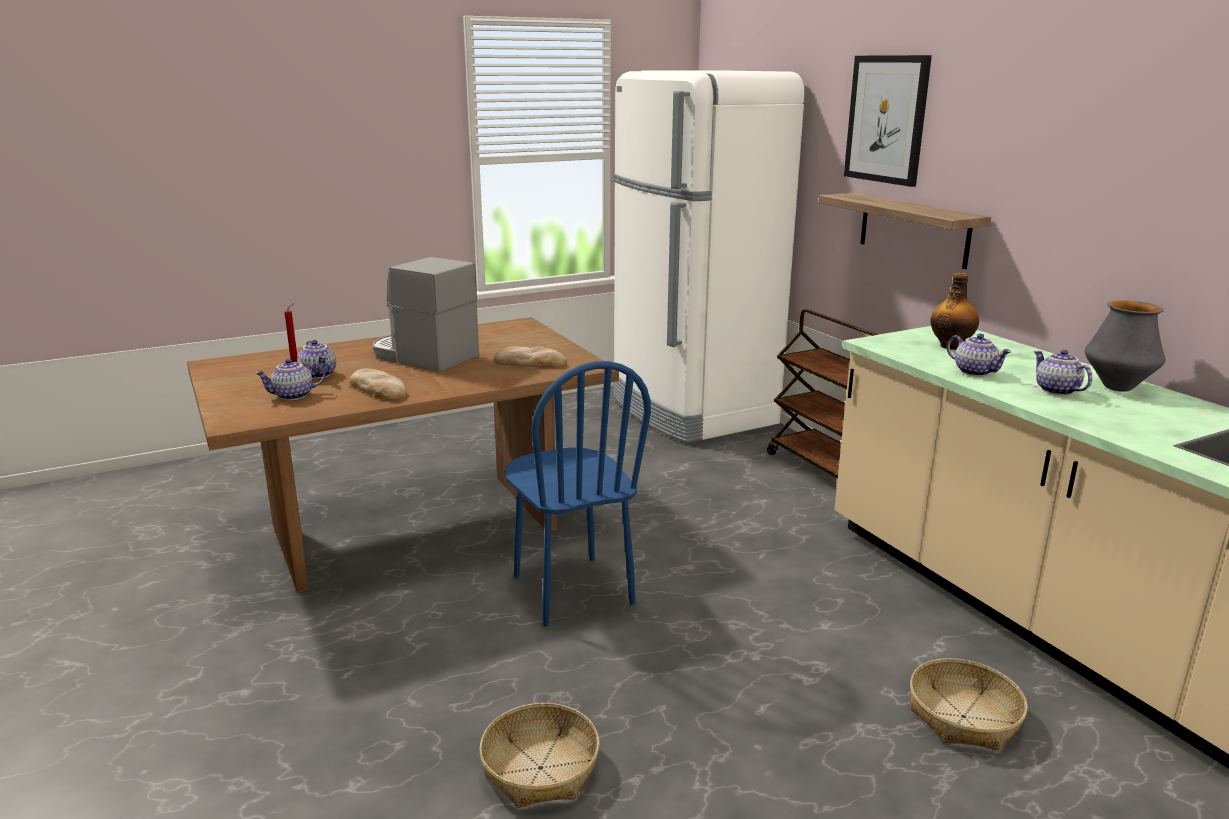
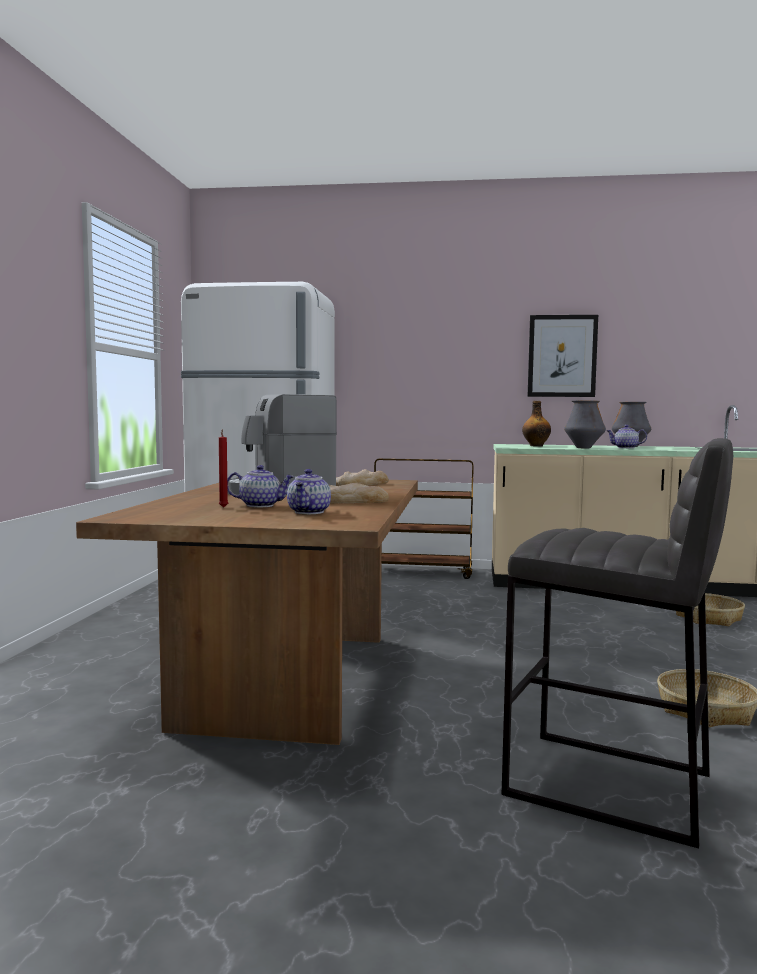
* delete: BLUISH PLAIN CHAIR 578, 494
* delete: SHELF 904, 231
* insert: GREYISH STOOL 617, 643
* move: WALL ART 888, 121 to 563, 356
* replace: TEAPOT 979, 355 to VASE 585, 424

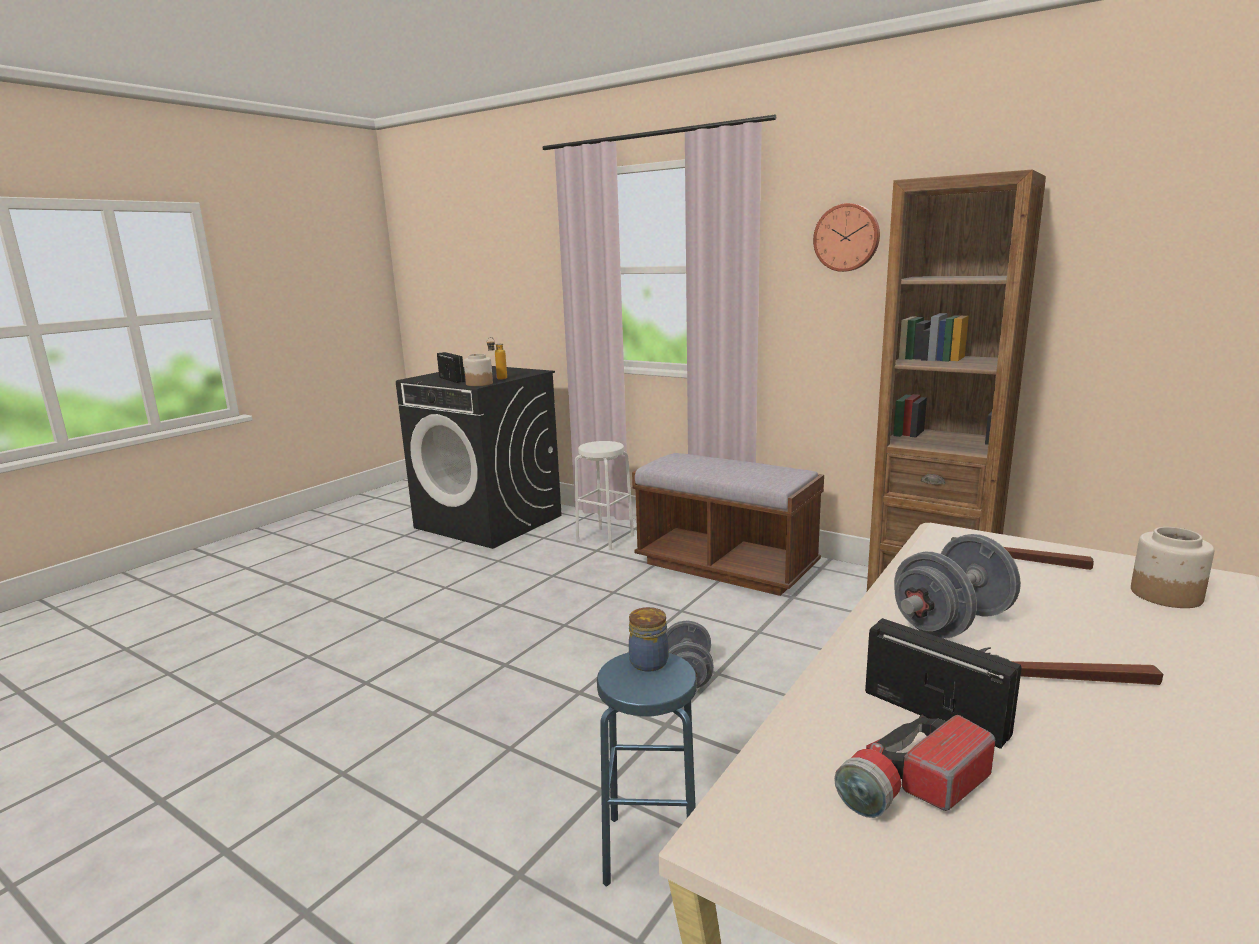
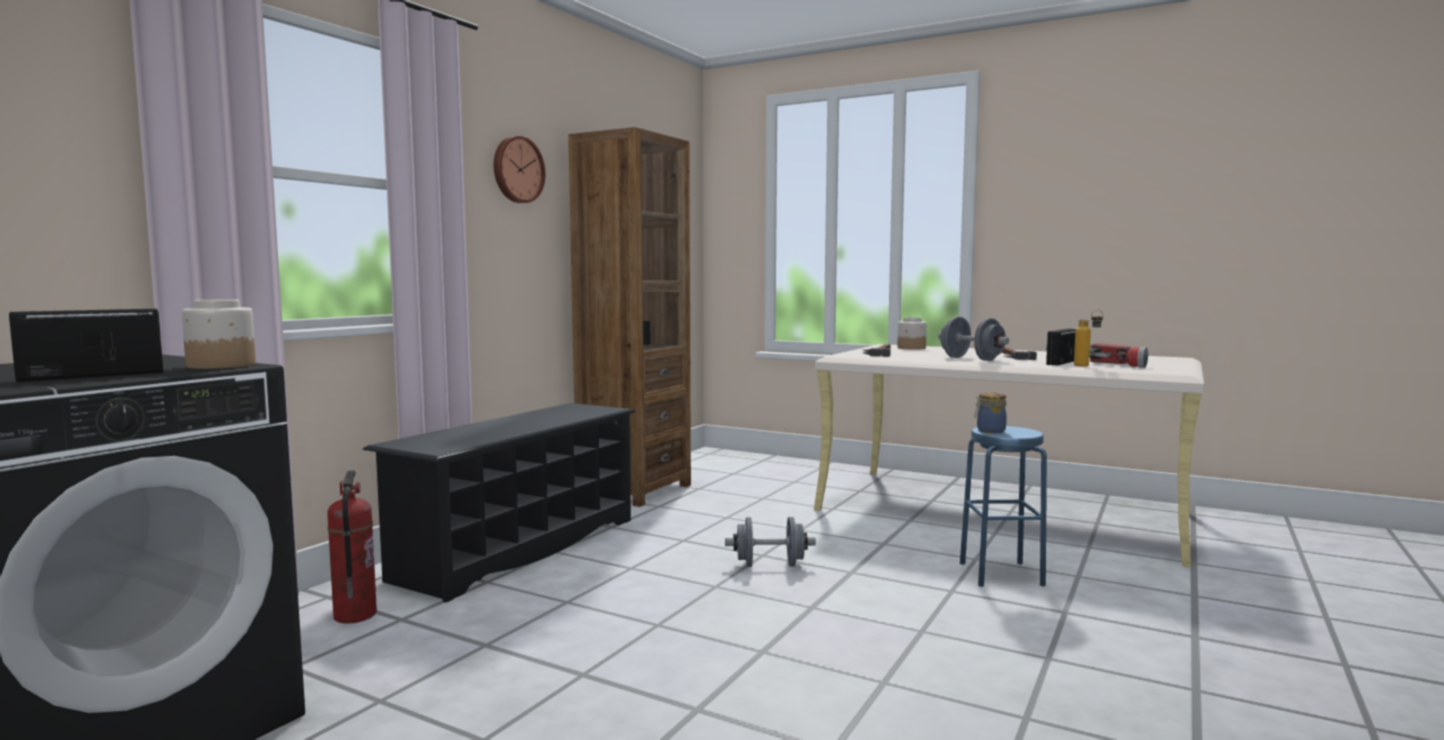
* move: BEVERAGE BOTTLE 497, 358 to 1089, 338
* replace: WHITISH STOOL 604, 495 to FIRE EXTINGUISHER 352, 547
* replace: BROWN INDOOR BENCH 728, 524 to BLACK-COLOURED SHOE SHELF 499, 502

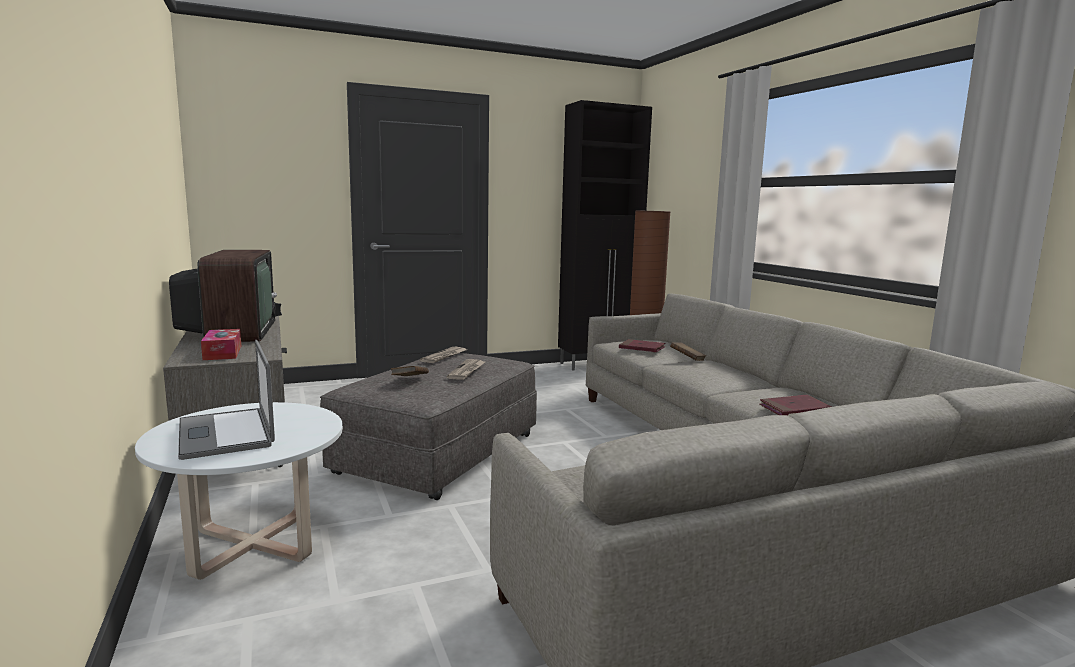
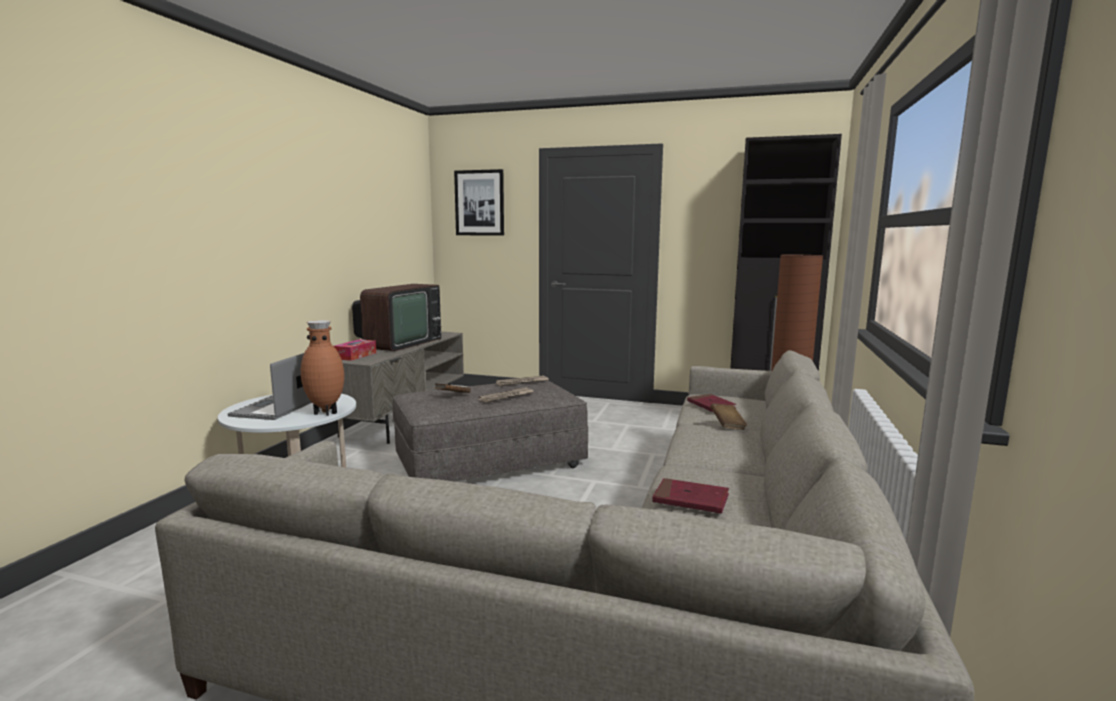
* insert: BROWN VASE 322, 368
* insert: WALL ART 479, 202

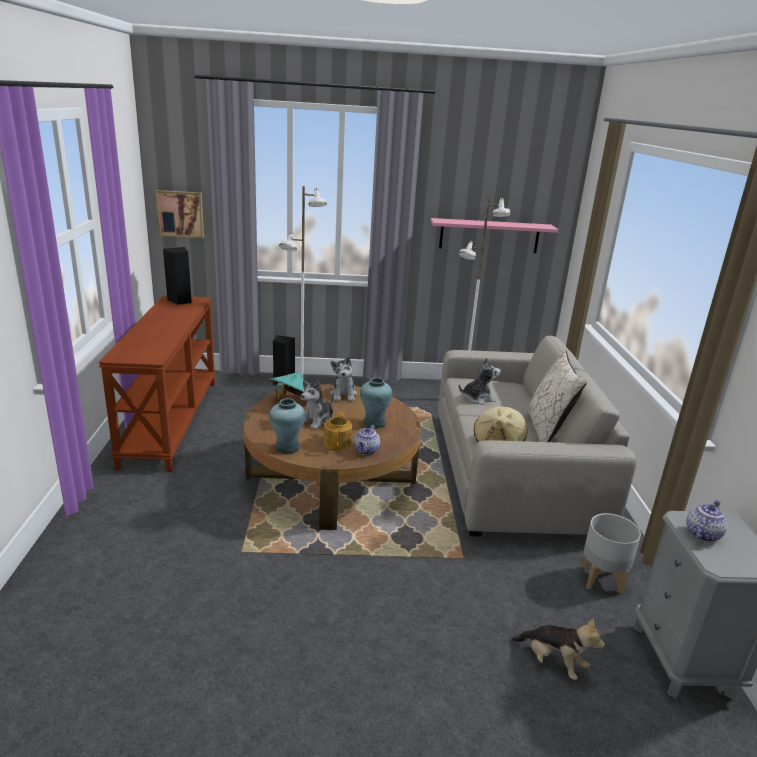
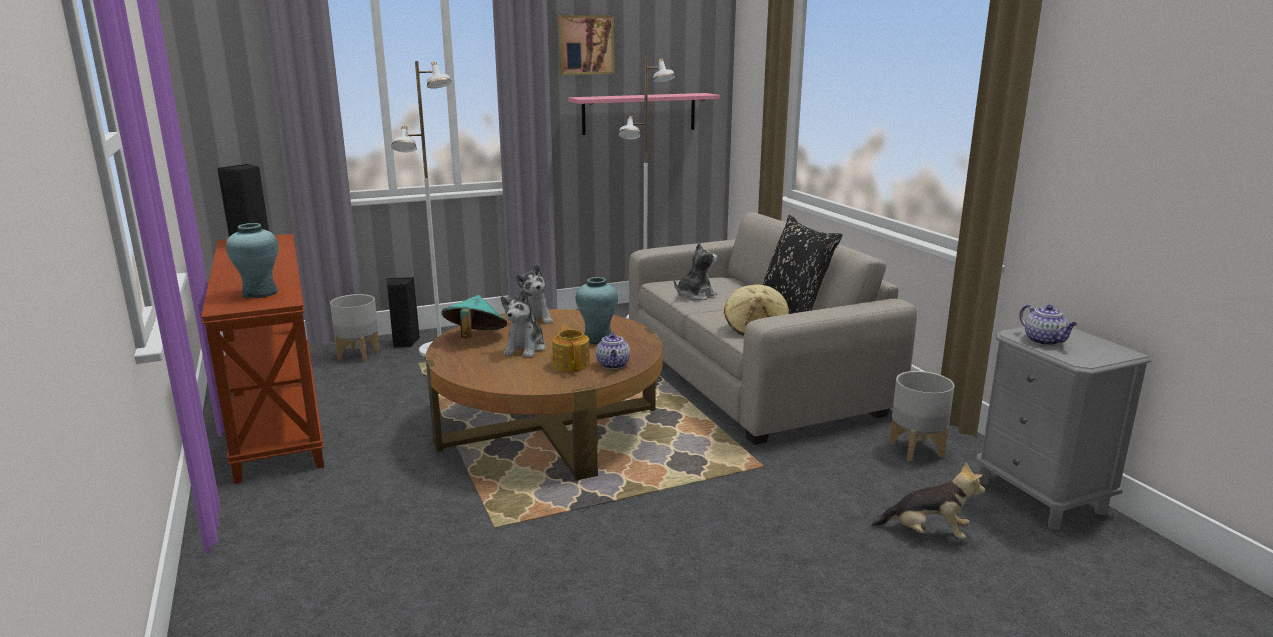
* insert: GREYISH PLANTER 355, 328
* move: WALL ART 179, 214 to 586, 45
* move: TURQUOISE VASE 287, 426 to 252, 260
* recolor: BEIGE-COLOURED THROW PILLOW 557, 396 to BLACK-COLOURED THROW PILLOW 802, 264
* rotate: TEAPOT 706, 521 = 1048, 325 135 degrees clockwise

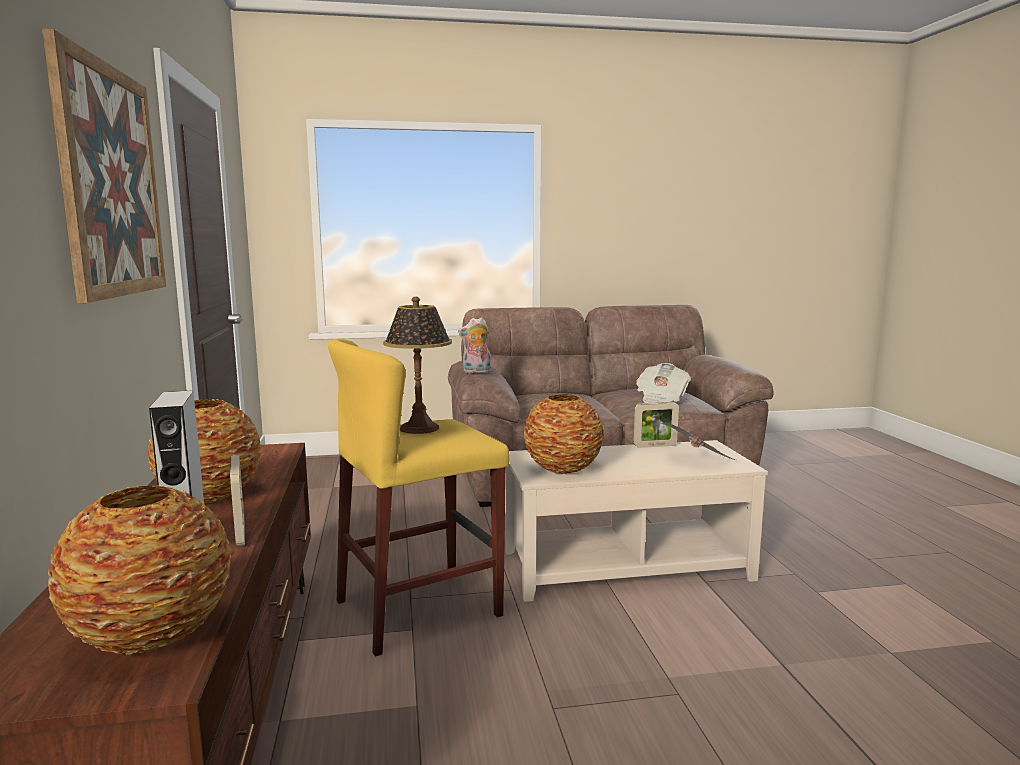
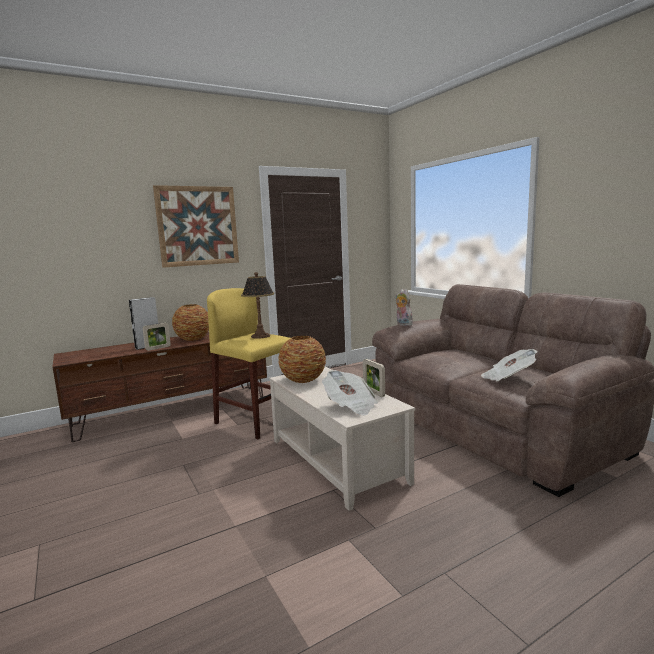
* delete: VASE 139, 570

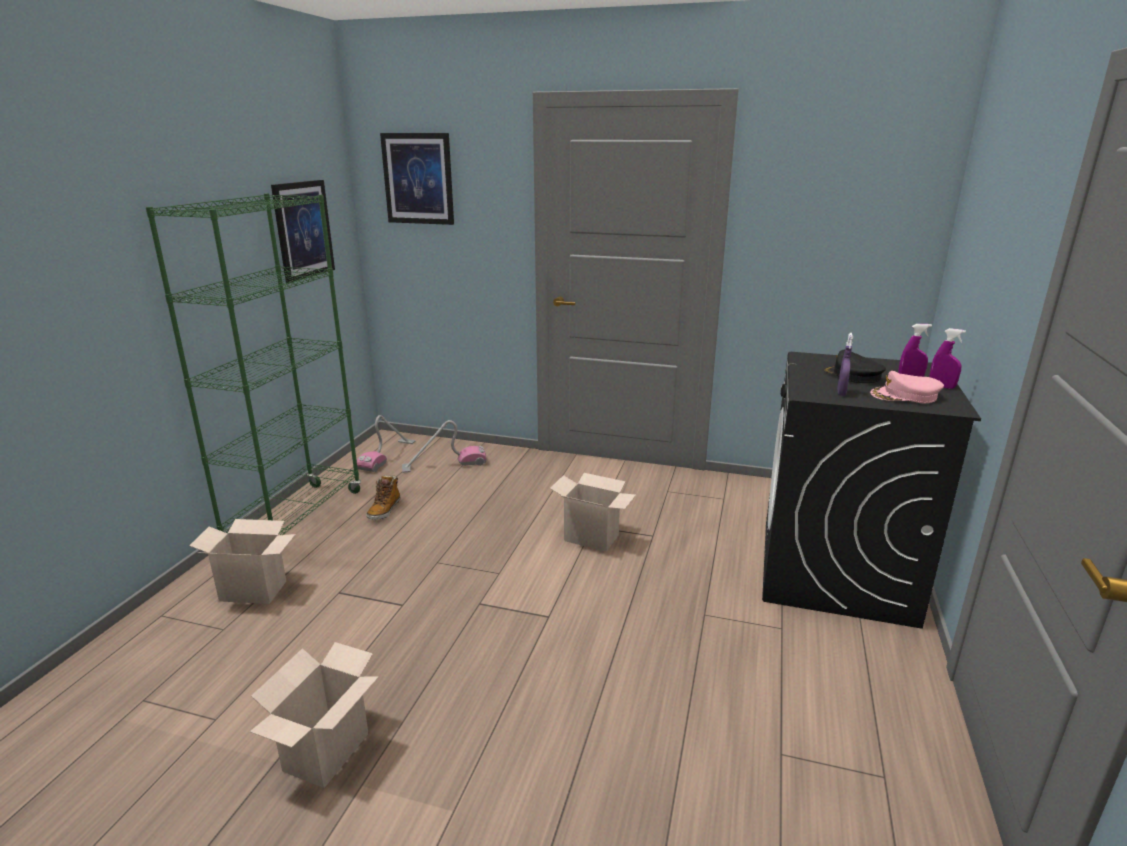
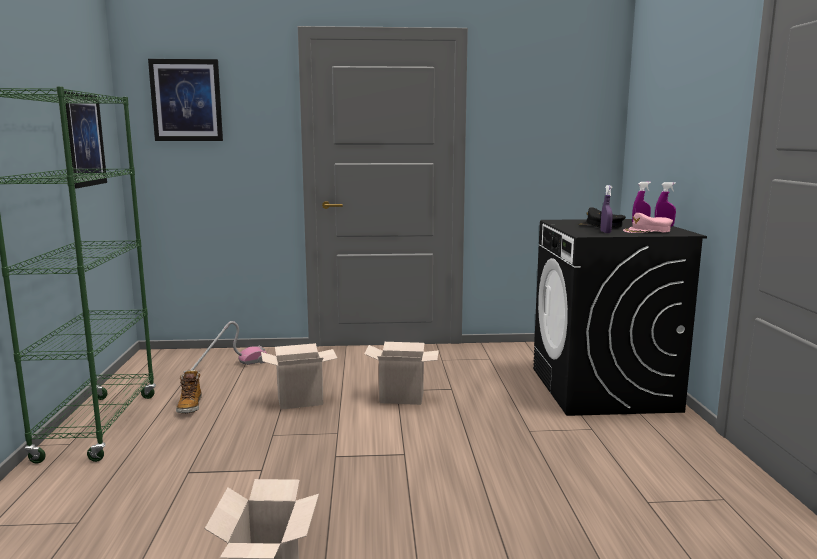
* delete: VACUUM CLEANER 386, 443
* move: PACKING BOX 242, 561 to 299, 376

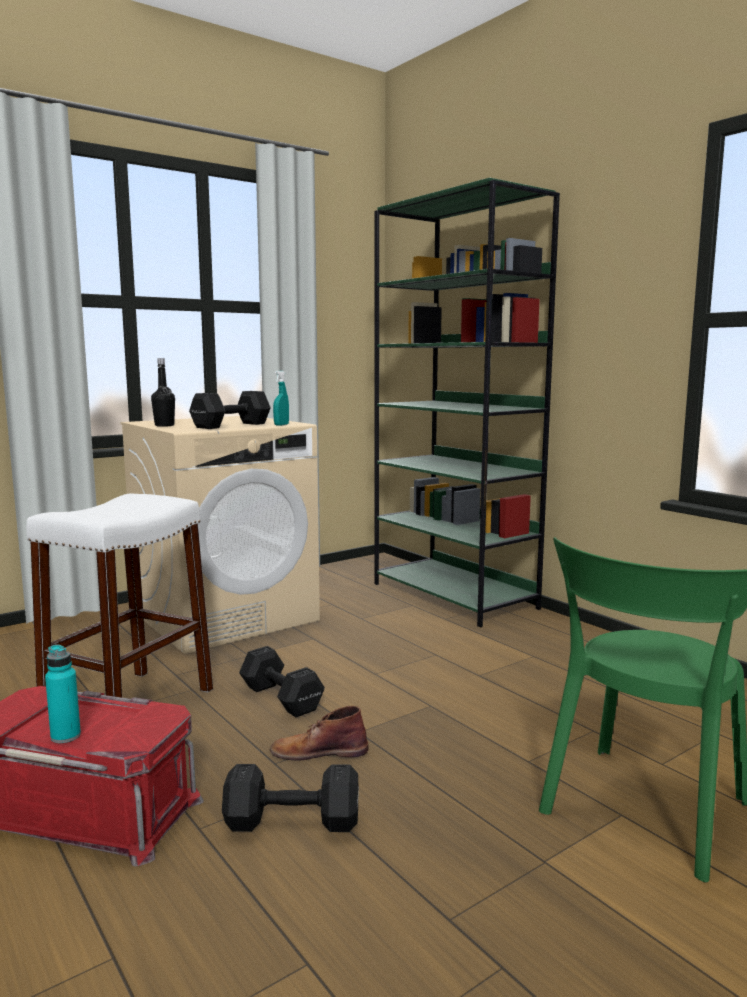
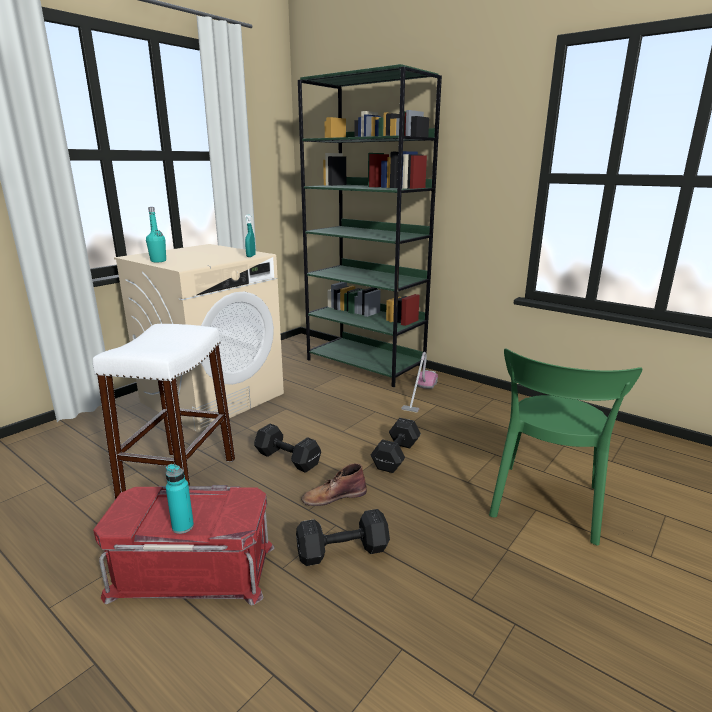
* insert: VACUUM CLEANER 419, 382
* move: BLACK-COLOURED DUMBBELL 230, 410 to 396, 445
* recolor: BLACK-COLOURED BEVERAGE BOTTLE 163, 392 to TURQUOISE BEVERAGE BOTTLE 156, 234

